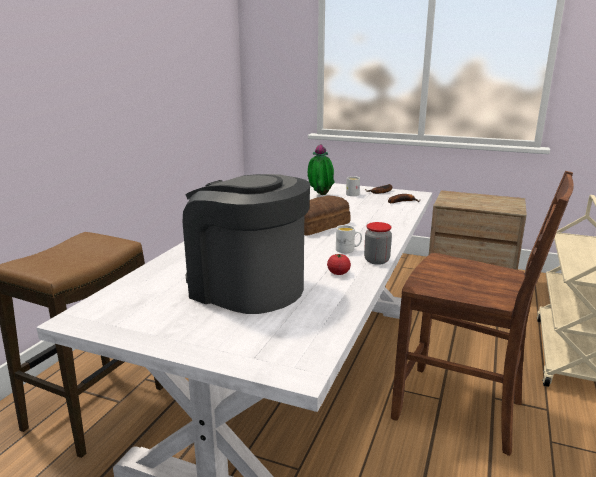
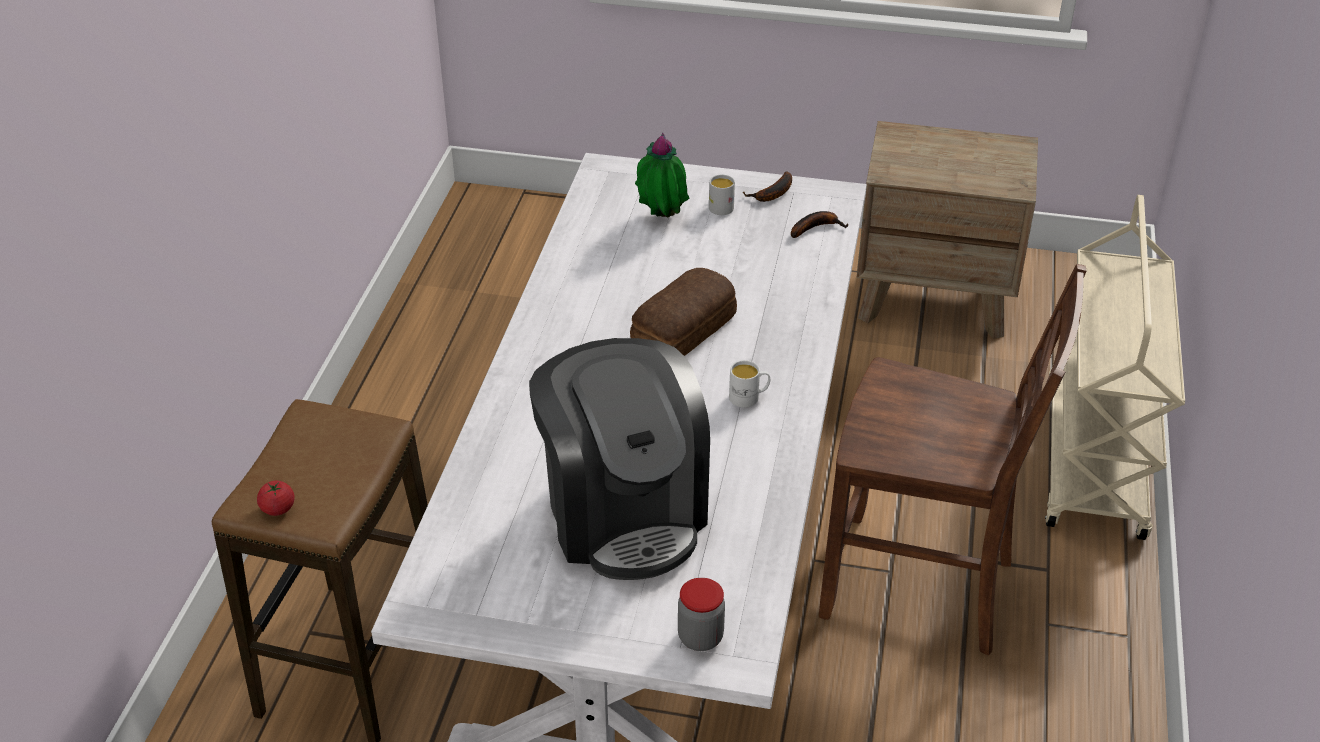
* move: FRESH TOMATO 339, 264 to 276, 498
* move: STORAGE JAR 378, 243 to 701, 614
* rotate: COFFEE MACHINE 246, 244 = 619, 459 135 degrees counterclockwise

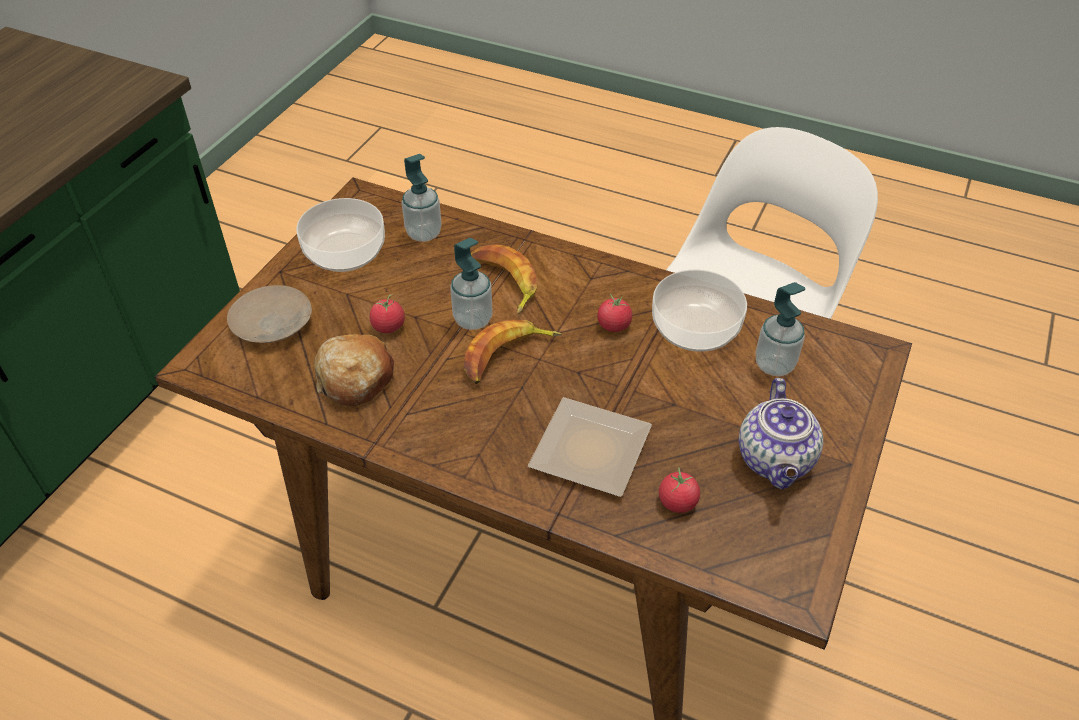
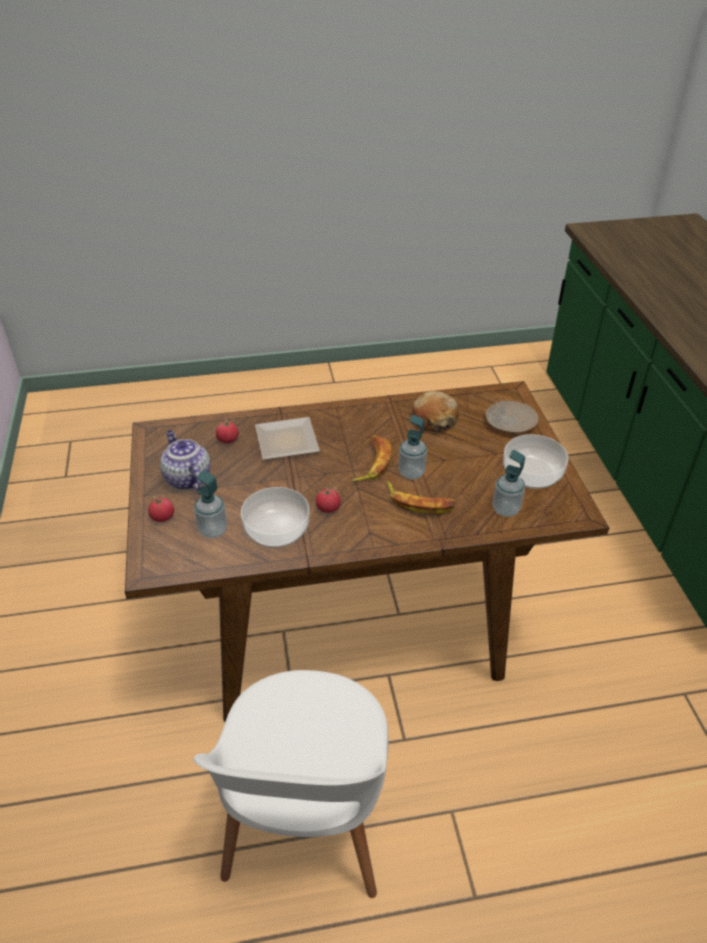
* move: FRESH TOMATO 387, 313 to 161, 509

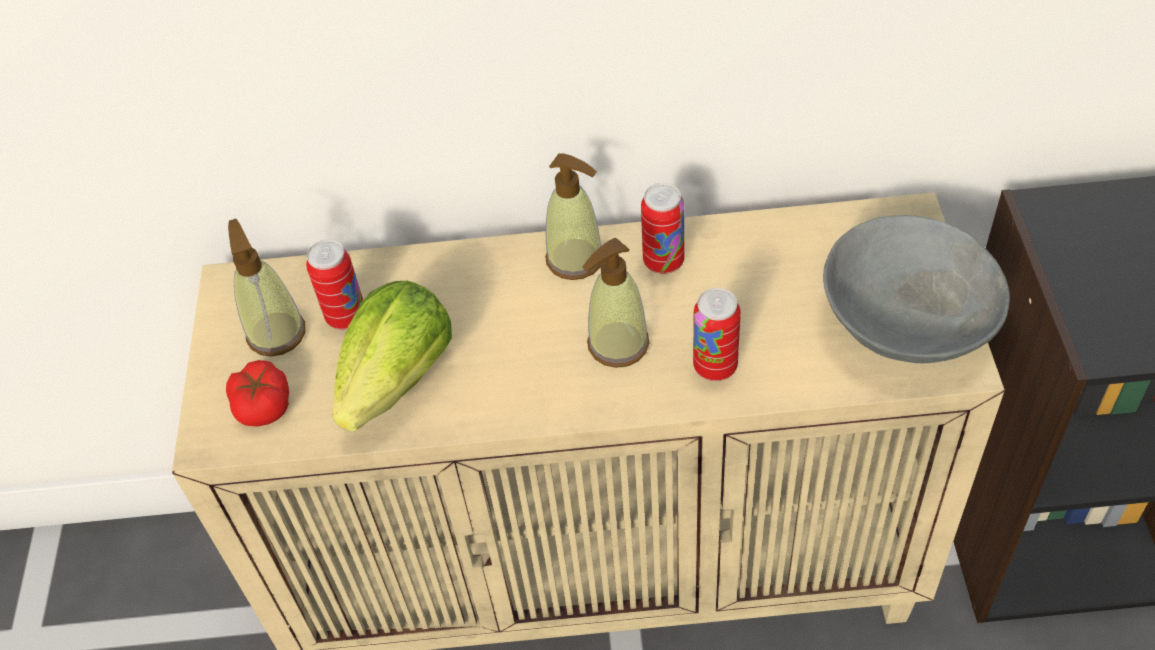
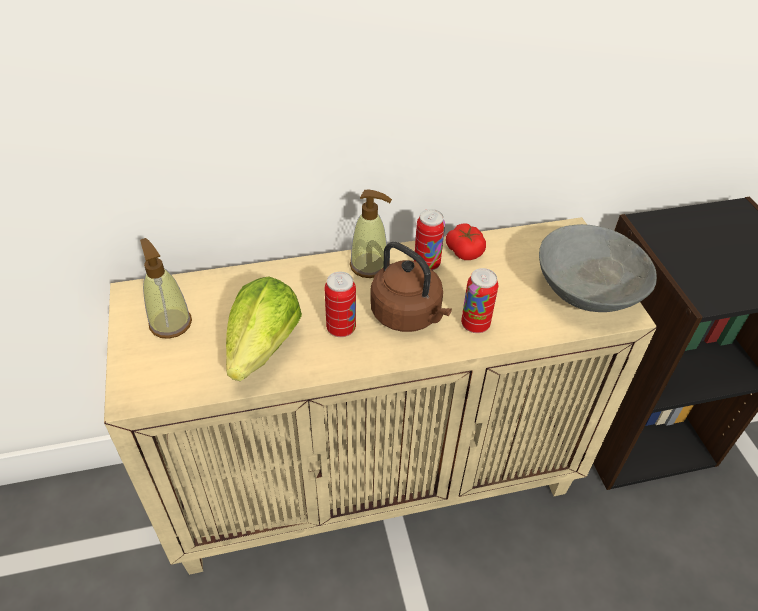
* move: FRESH TOMATO 257, 393 to 466, 241
* move: SEALED CAN 334, 284 to 340, 304
* replace: SOAP BOTTLE 616, 303 to BROWN WATER KETTLE 411, 287

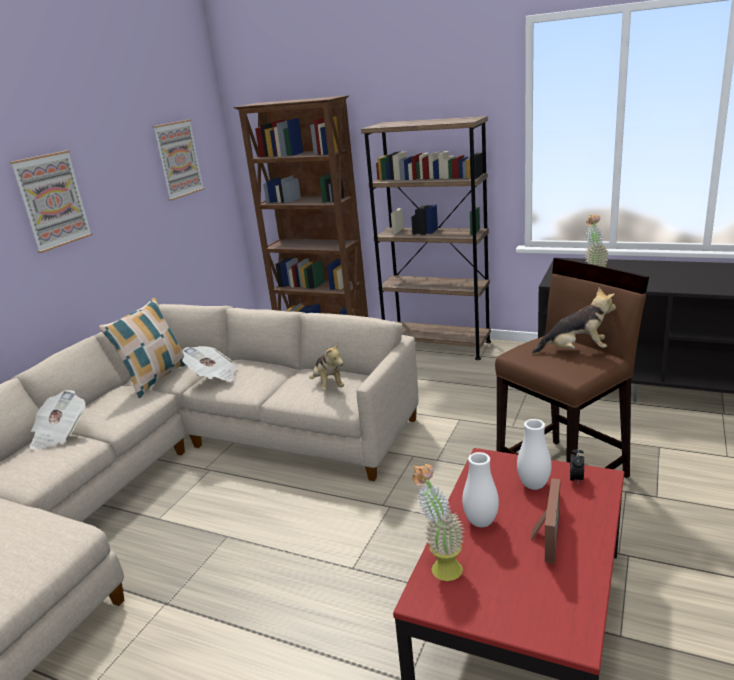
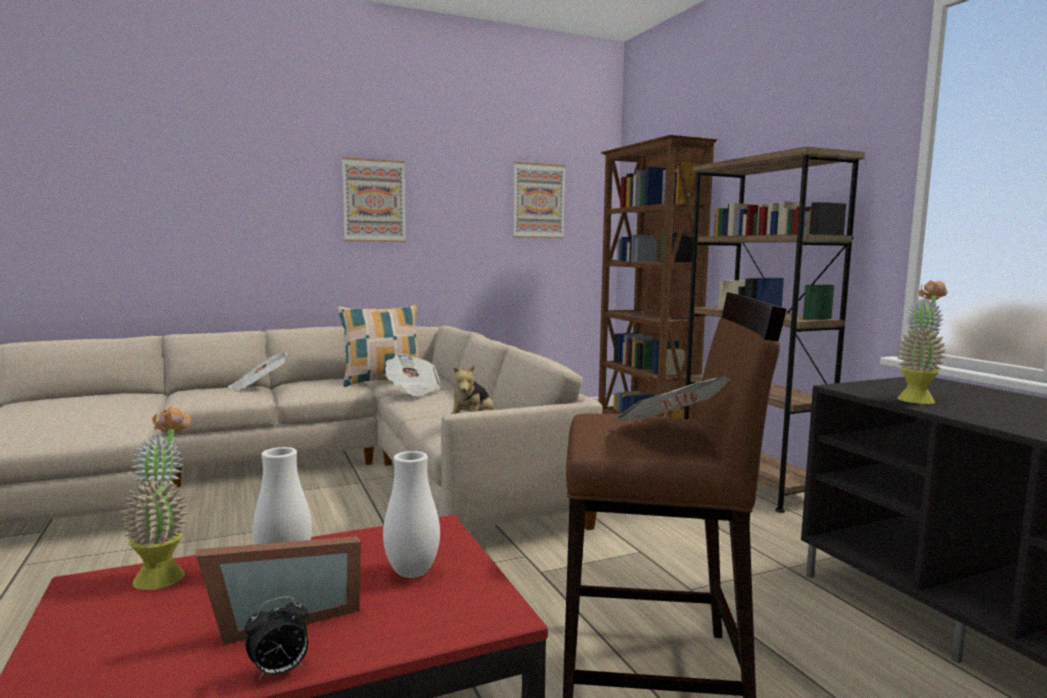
* move: BEDSIDE CLOCK 577, 465 to 277, 638
* replace: PLUSH TOY 574, 321 to DAILY PAPER 672, 399

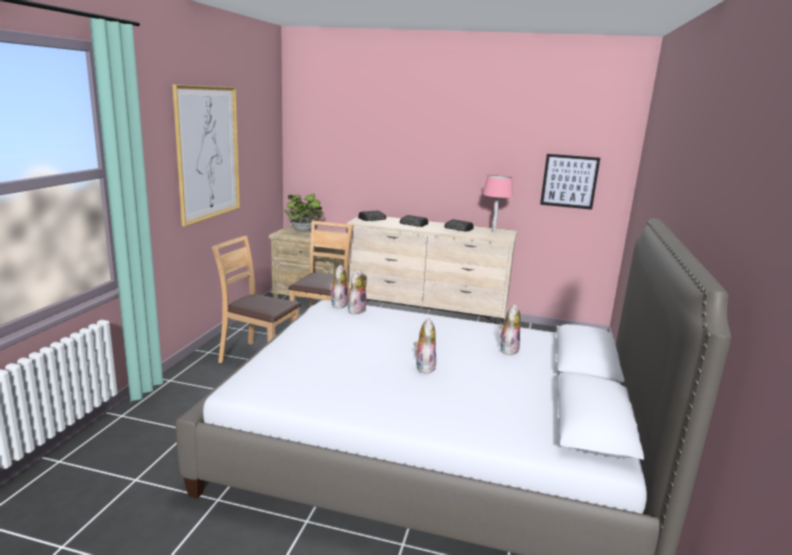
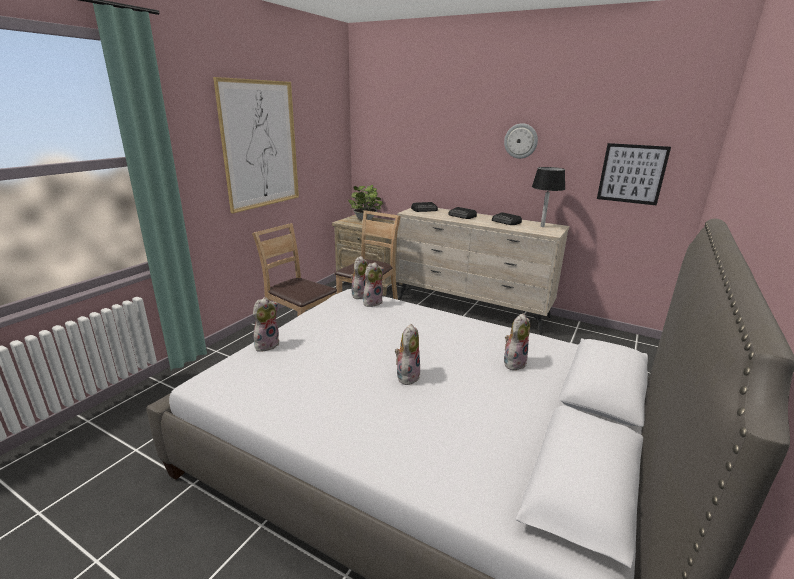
* insert: PLUSH TOY 266, 324
* insert: WALL CLOCK 521, 141
* recolor: PINKISH TABLE LAMP 497, 203 to BLACK-COLOURED TABLE LAMP 548, 197

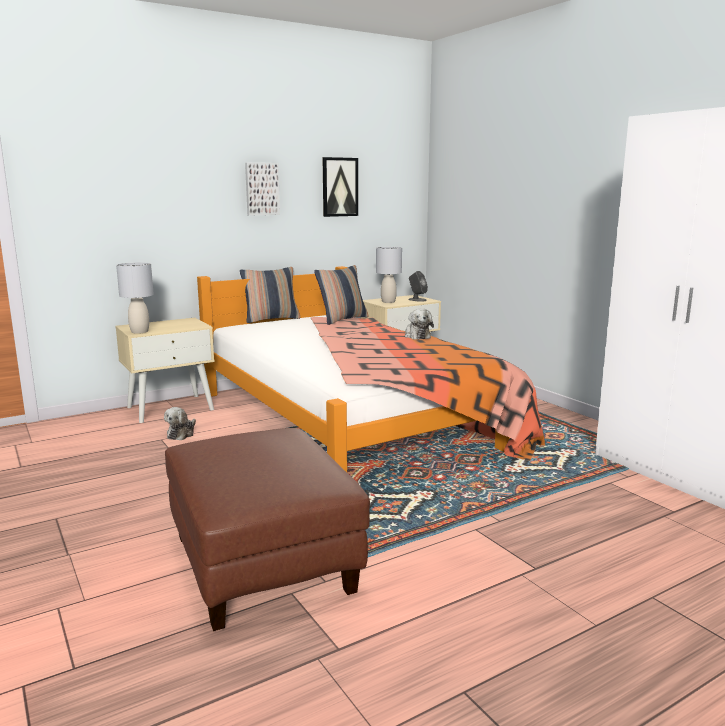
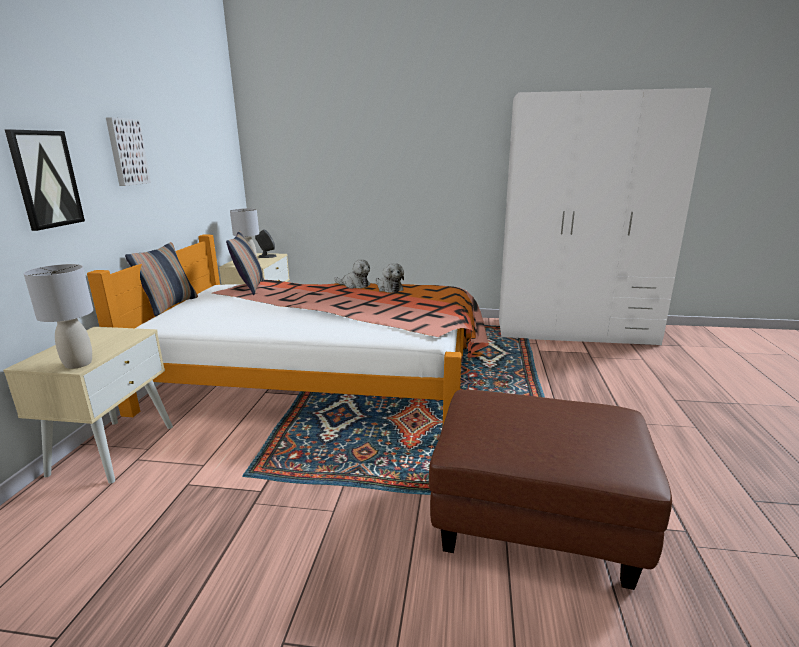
* move: PLUSH TOY 180, 423 to 390, 278
* move: WALL ART 340, 187 to 45, 180

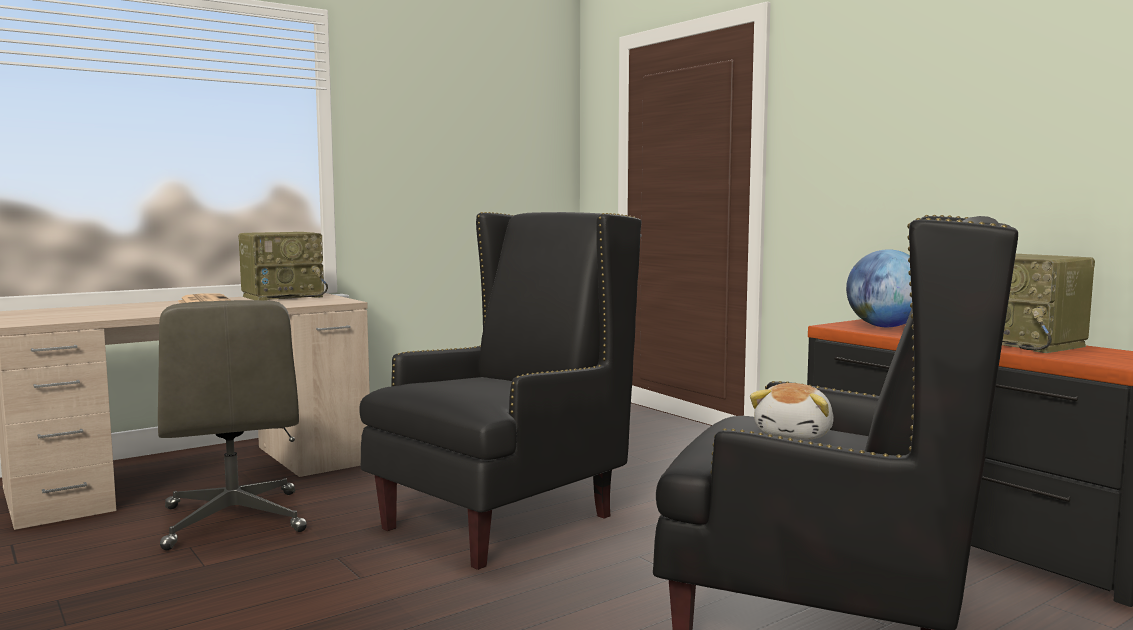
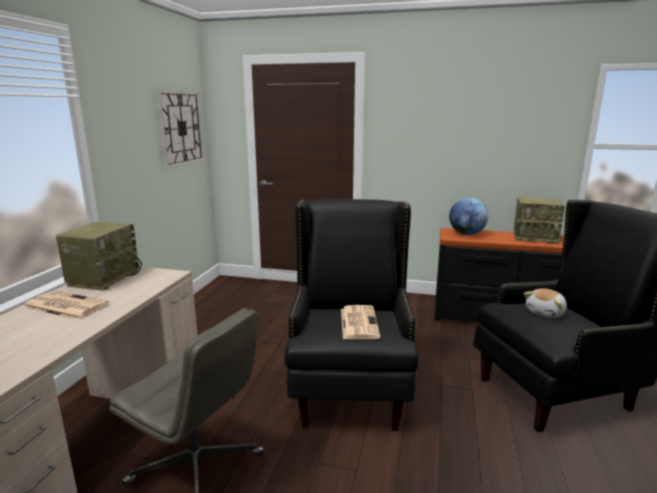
* insert: WALL CLOCK 180, 129
* insert: DAILY PAPER 360, 322
* rotate: PLUSH TOY 792, 411 = 545, 303 60 degrees clockwise

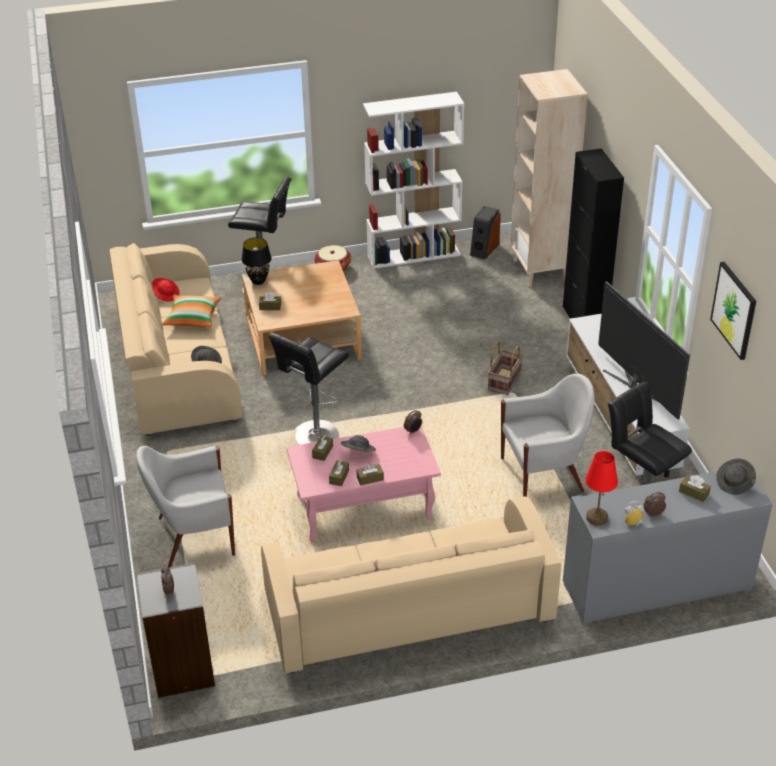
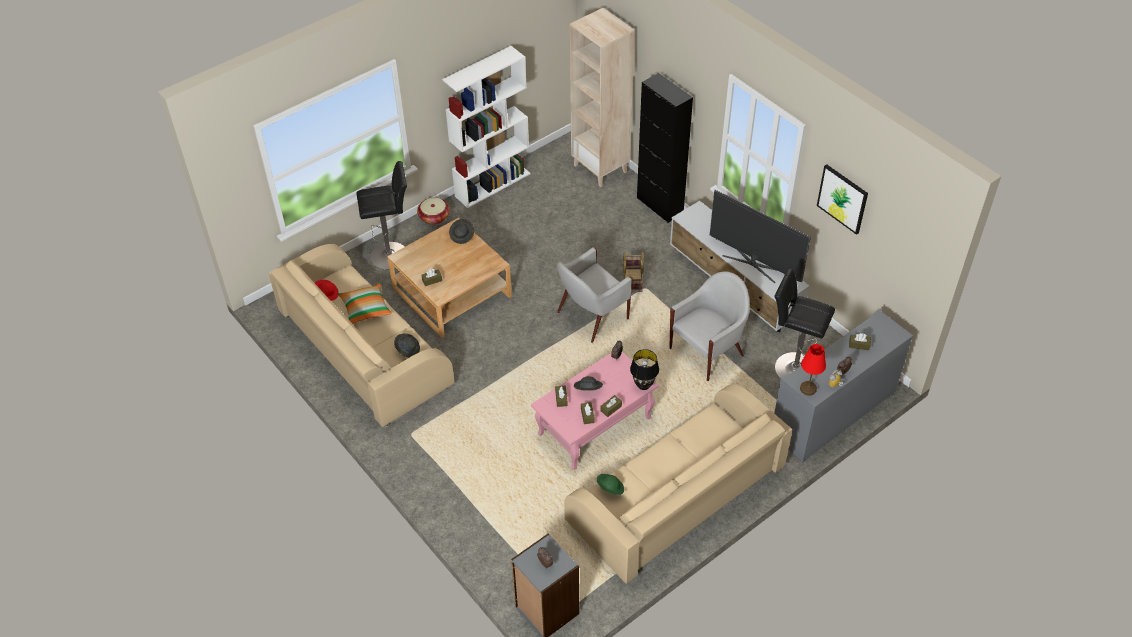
* delete: BLACK-COLOURED STOOL 308, 389
* delete: AUDIO SPEAKER 485, 232
* insert: GREEN-COLOURED CLOTHING HAT 610, 484
* move: WHITISH LOUNGE CHAIR 185, 507 to 595, 295
* move: BLACK-COLOURED TABLE LAMP 257, 261 to 644, 369
* move: GREYISH CLOTHING HAT 736, 477 to 461, 231

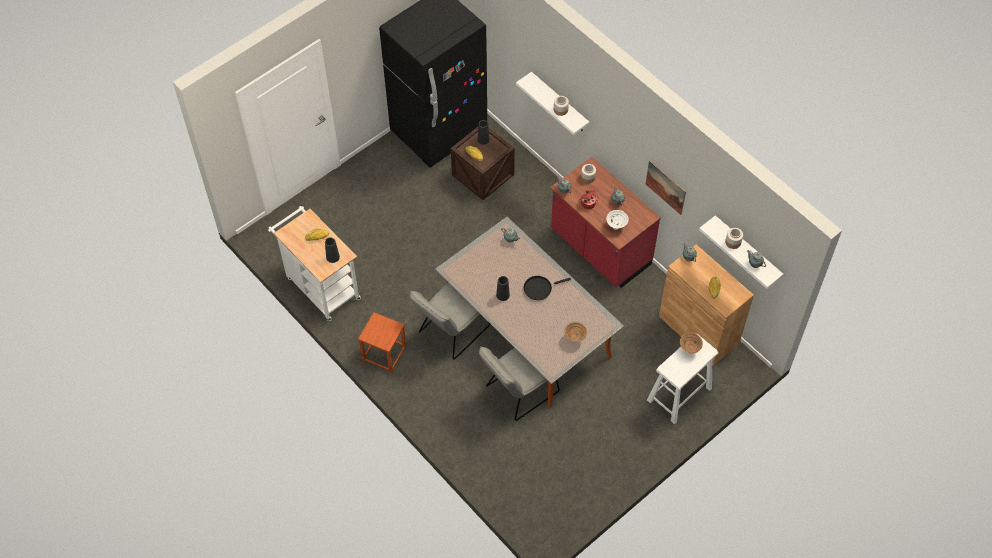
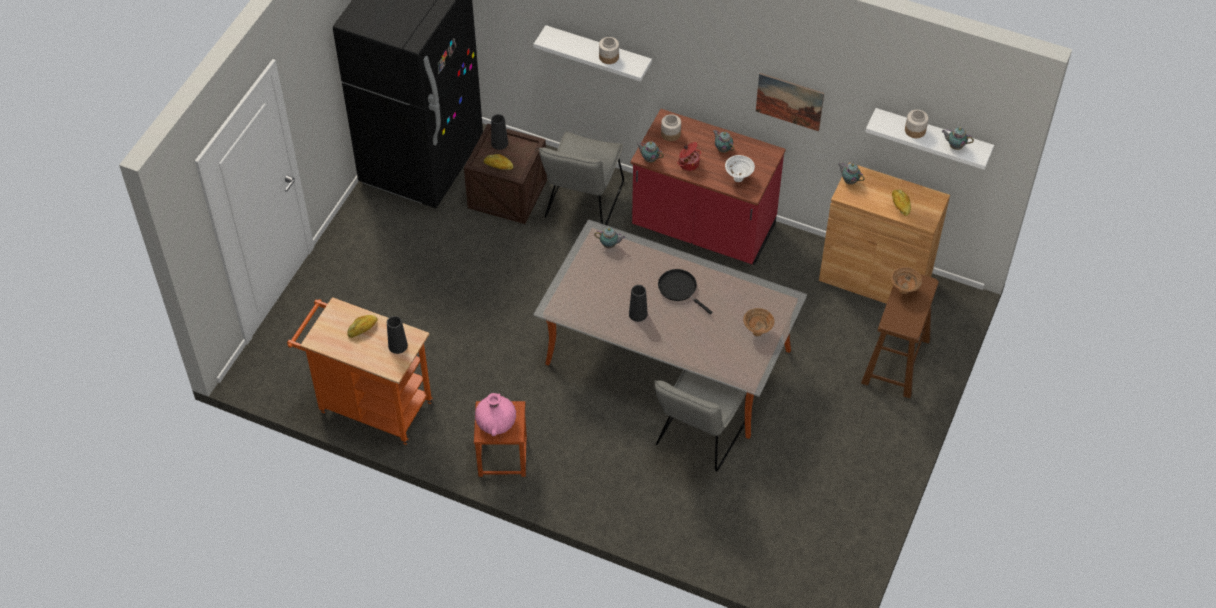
* insert: PINKISH VASE 495, 414
* move: GREYISH PLAIN CHAIR 450, 321 to 581, 178
* recolor: WHITISH CART 314, 263 to ORANGEY CART 360, 371
* recolor: WHITISH STOOL 682, 379 to BROWN STOOL 900, 336
* rotate: BLACK-COLOURED SKILLET 547, 288 = 685, 291 90 degrees clockwise

